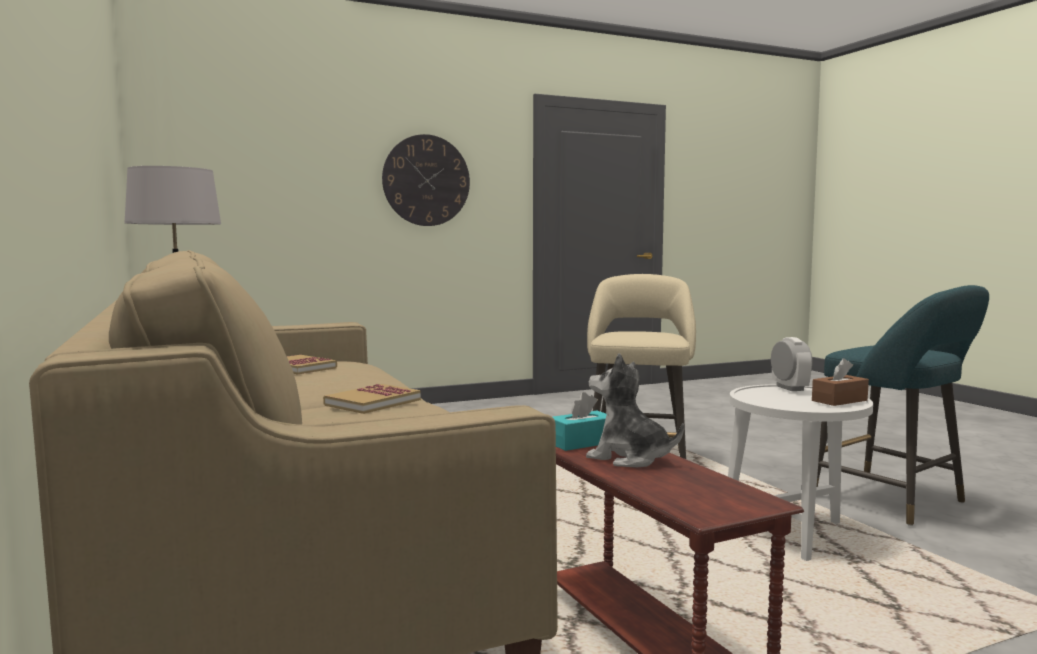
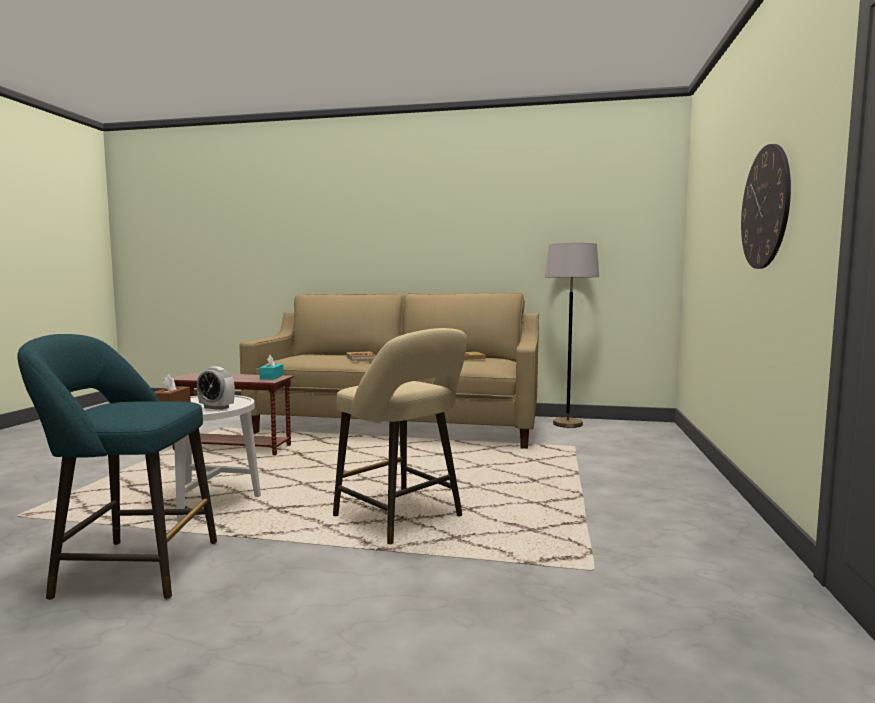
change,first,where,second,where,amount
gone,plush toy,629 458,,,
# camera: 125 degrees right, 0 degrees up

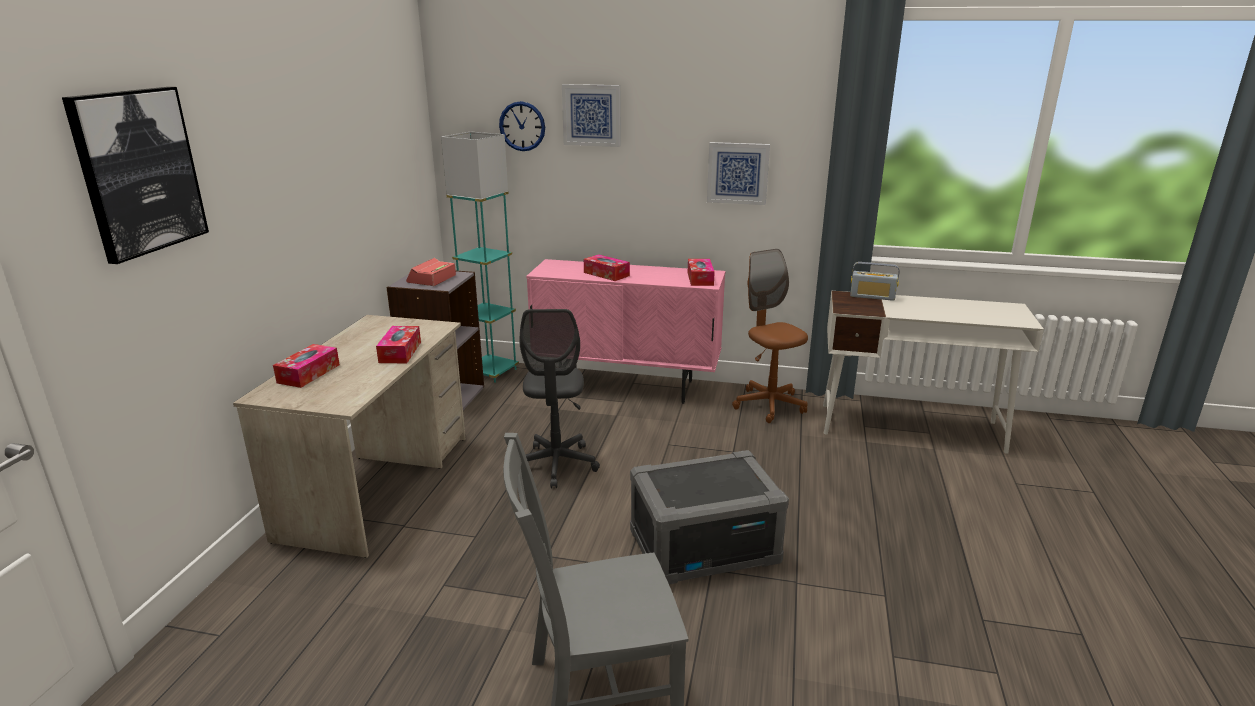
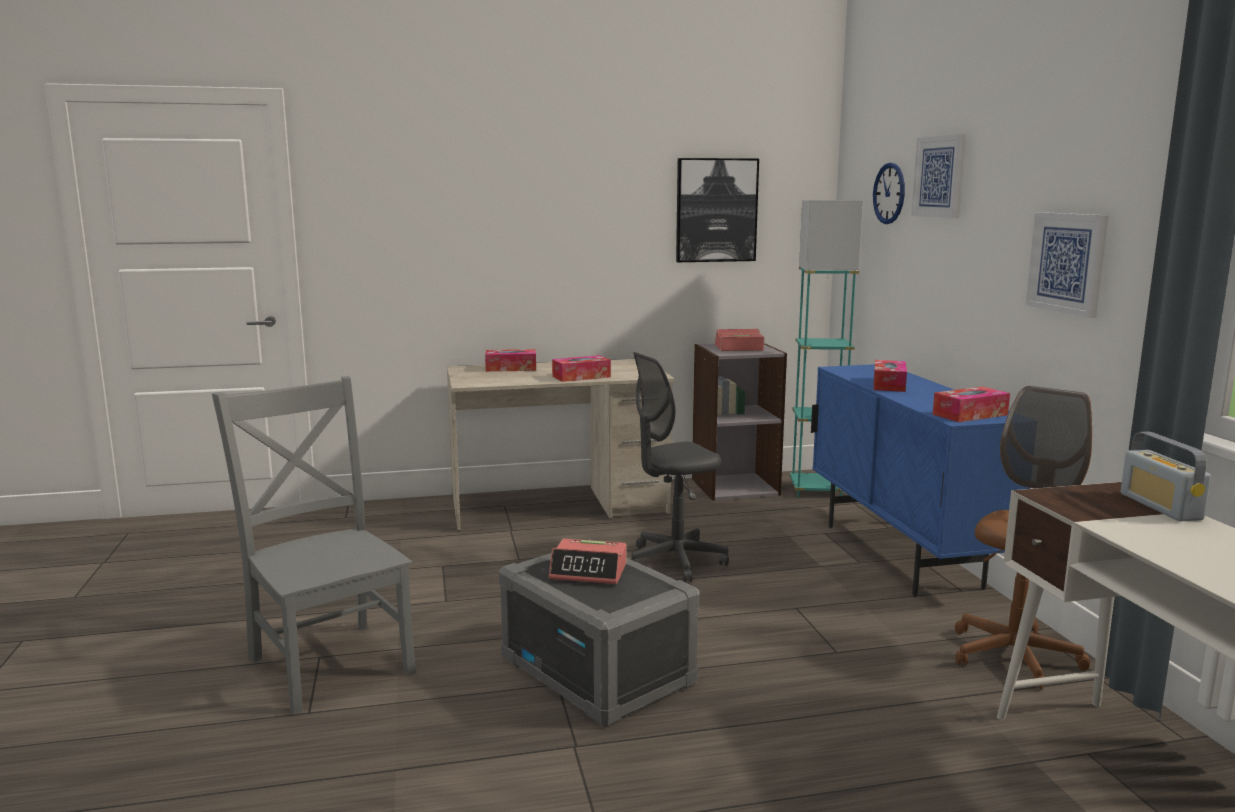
change,first,where,second,where,amount
shifted,picture,139 172,,716 210,
repainted,pink cabinet,627 386,blue cabinet,901 556,
new,,,alarm clock,589 571,
# camera: 65 degrees right, 10 degrees down

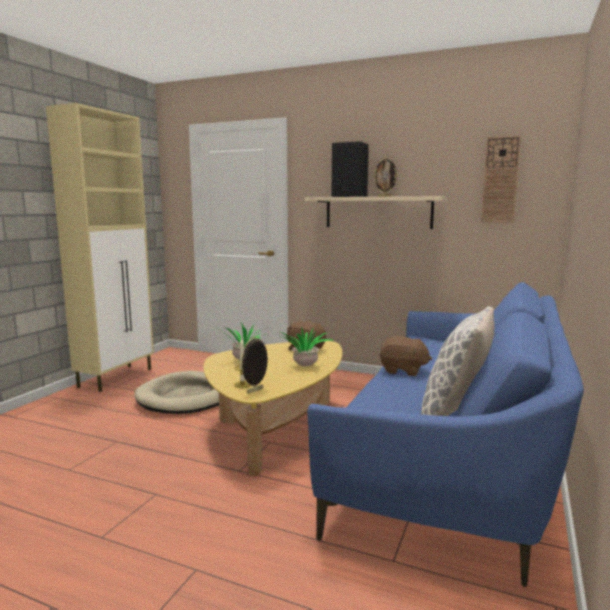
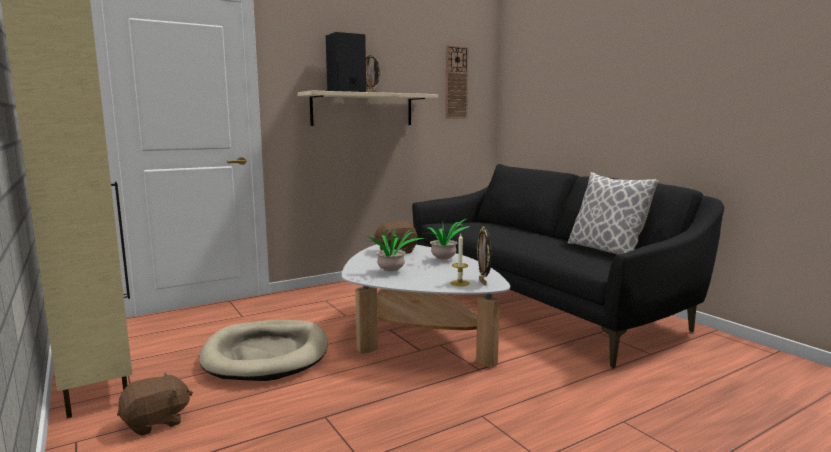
change,first,where,second,where,amount
repainted,yellow coffee table,276 428,white coffee table,417 336,
repainted,blue sofa,453 458,black sofa,541 301,
shifted,brown plush toy,403 370,,156 422,
# camera: 55 degrees left, 0 degrees up

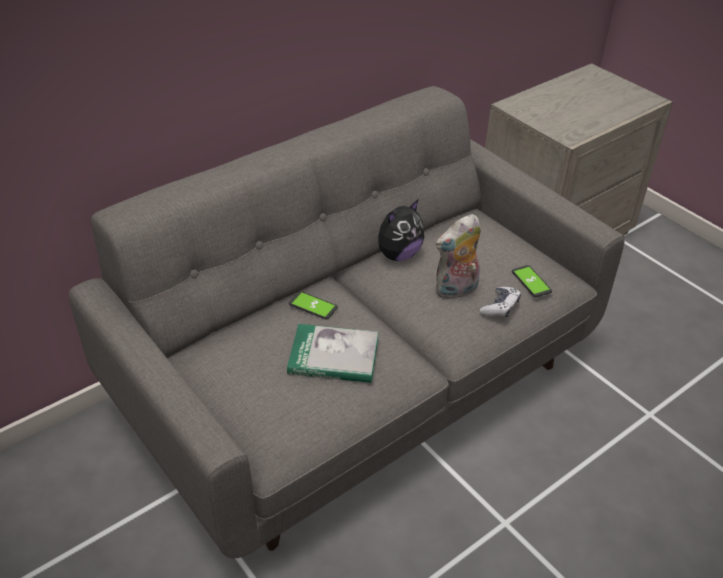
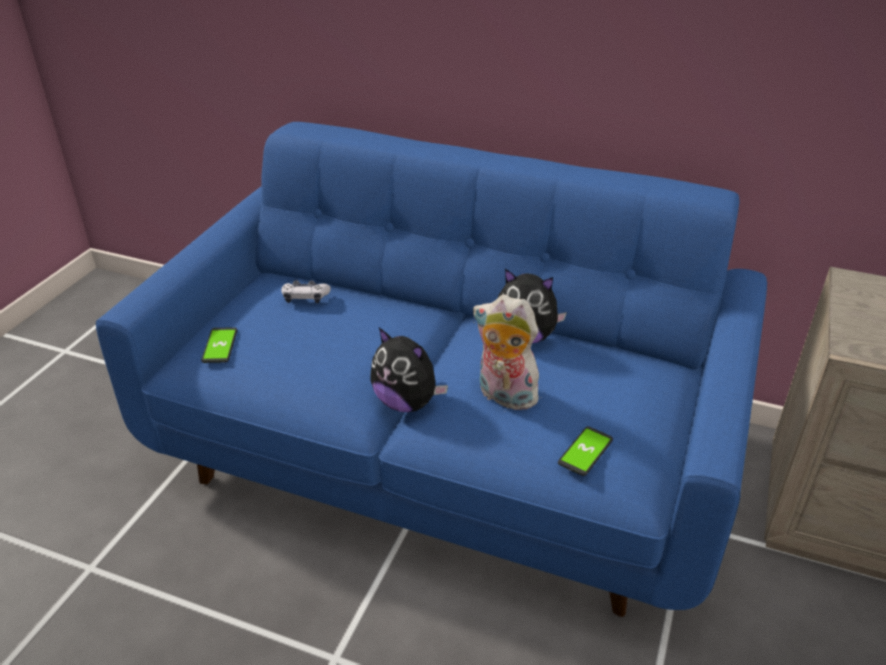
change,first,where,second,where,amount
repainted,grey sofa,359 382,blue sofa,445 452,
gone,book,333 357,,,
shifted,phone,313 306,,220 346,
shifted,game controller,500 307,,305 298,
new,,,plush toy,406 402,
# camera: 60 degrees right, 5 degrees down

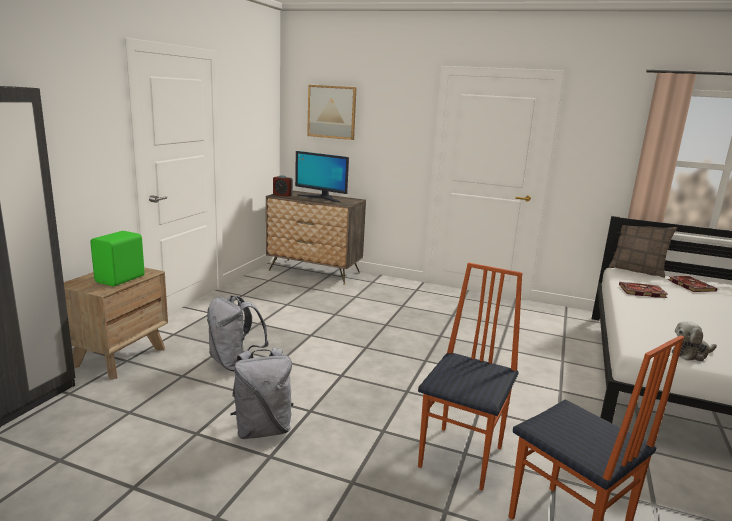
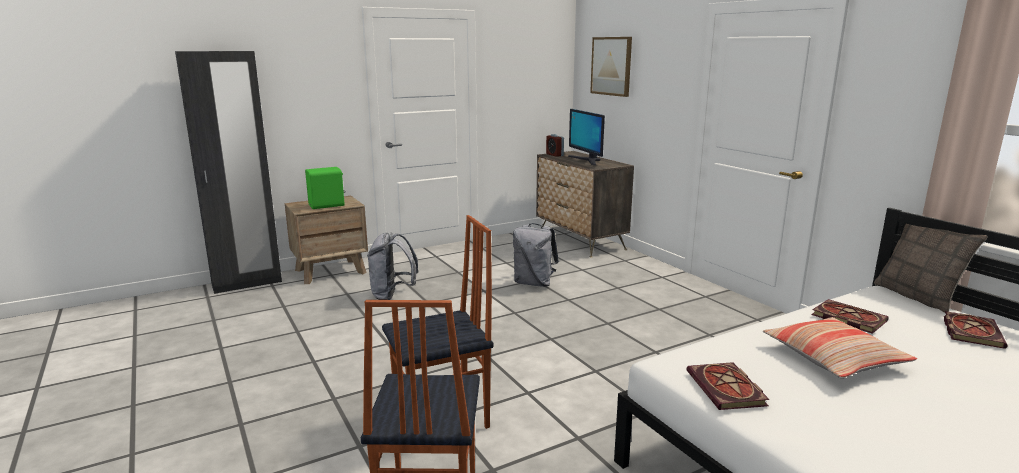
change,first,where,second,where,amount
shifted,grey backpack,263 429,,534 283,
swapped,plush toy,691 354,book,728 390,
new,,,pillow,834 358,
# camera: 40 degrees right, 0 degrees up

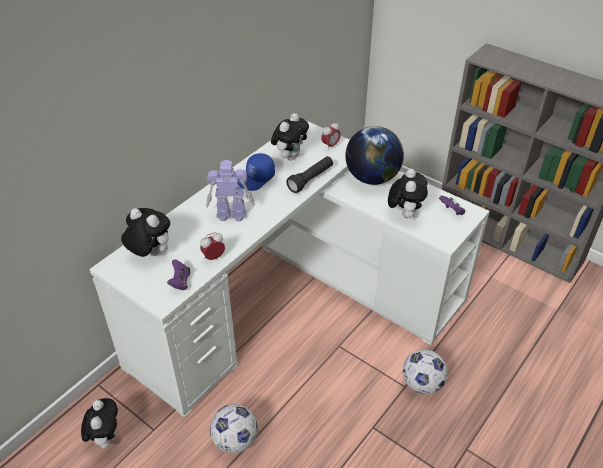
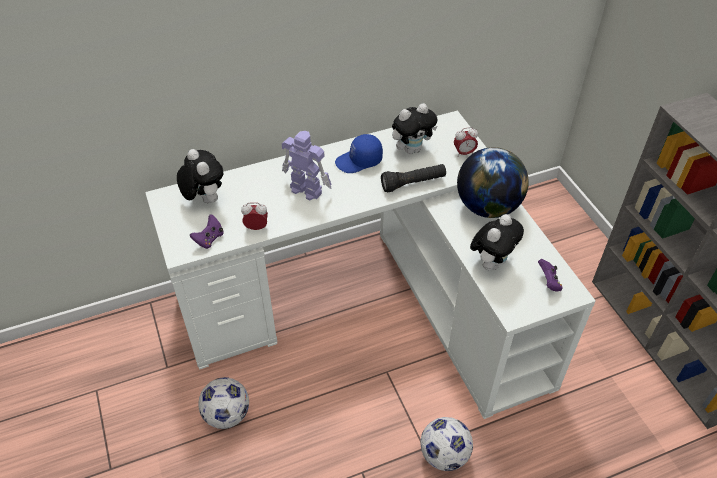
change,first,where,second,where,amount
gone,plush toy,105 437,,,
# camera: 30 degrees right, 5 degrees up

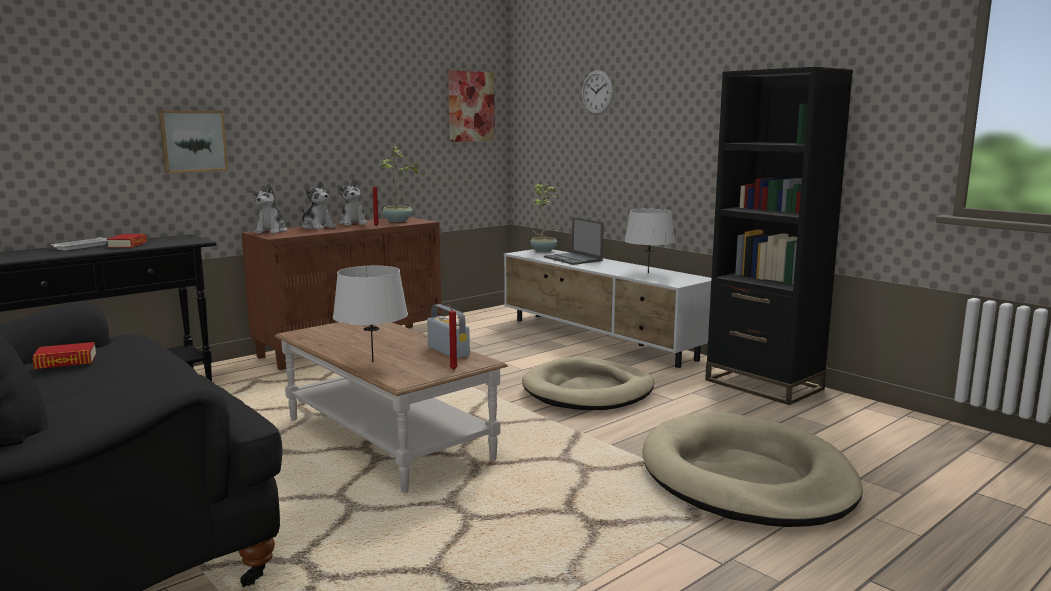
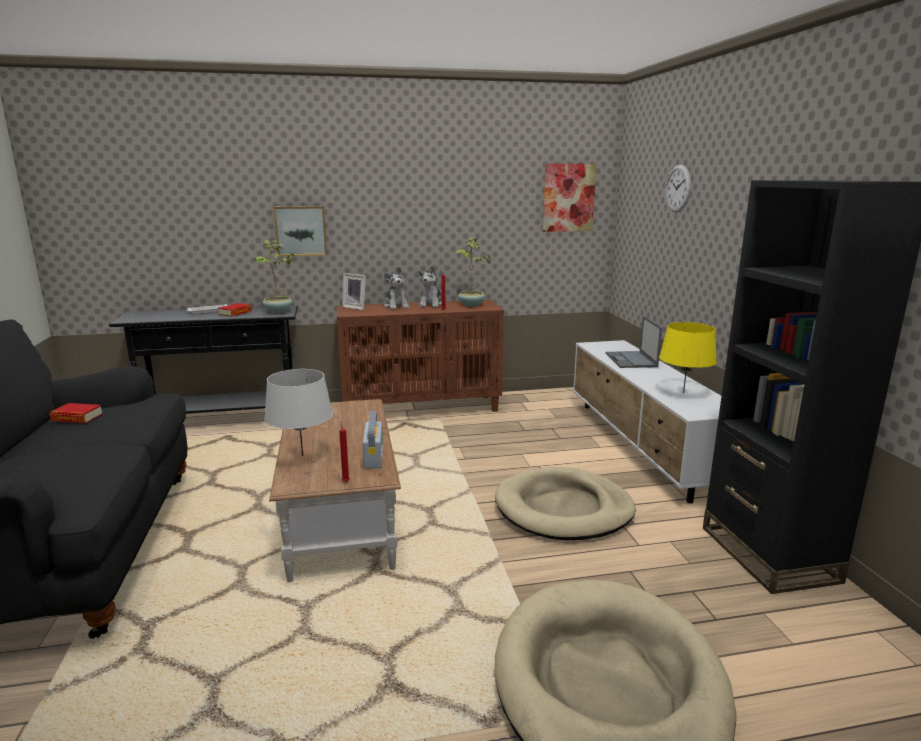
change,first,where,second,where,amount
swapped,plush toy,271 231,picture frame,356 307,
shifted,potted plant,544 251,,279 311,
repainted,grey table lamp,648 273,yellow table lamp,683 393,
# camera: 30 degrees right, 5 degrees up

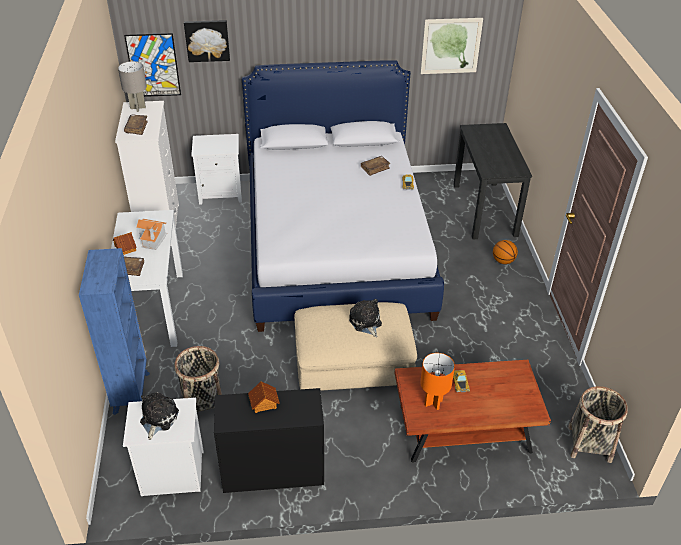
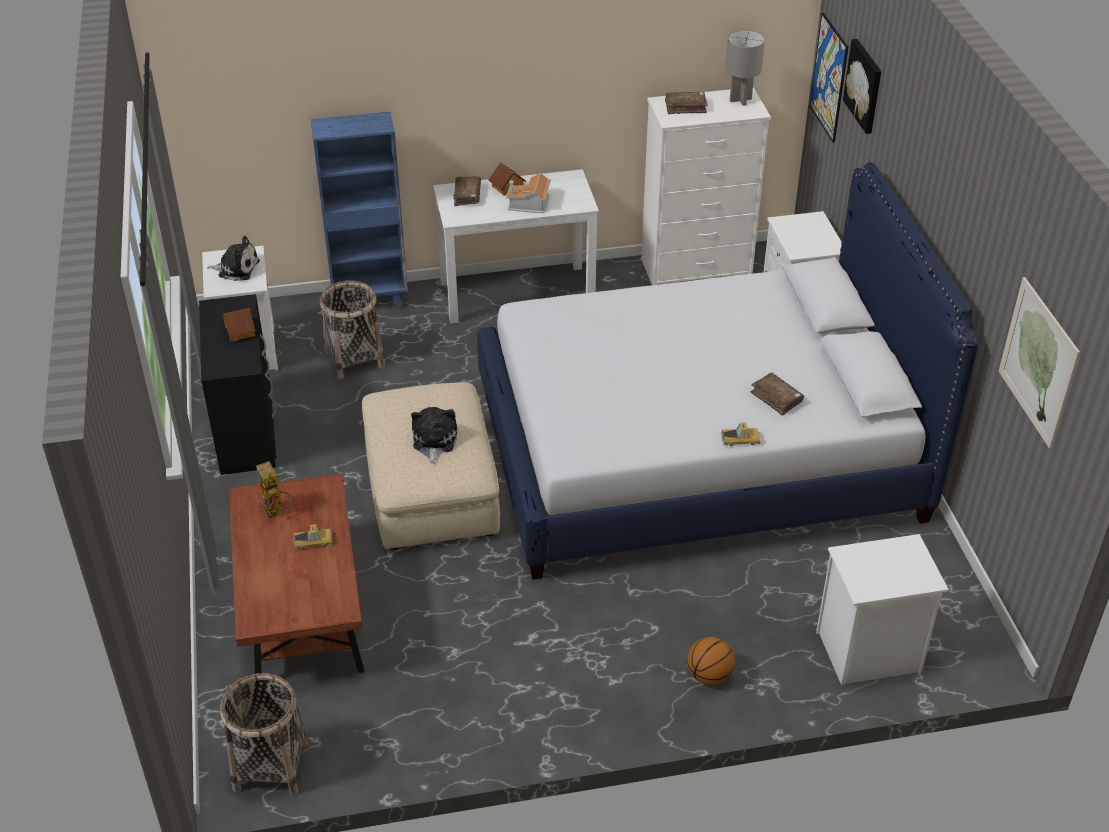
change,first,where,second,where,amount
rotated,plush toy,366 323,,433 441,60 degrees counterclockwise
swapped,orange table lamp,433 402,toy robot,276 512,
swapped,black desk,484 210,white nightstand,868 653,
# camera: 85 degrees right, 0 degrees up

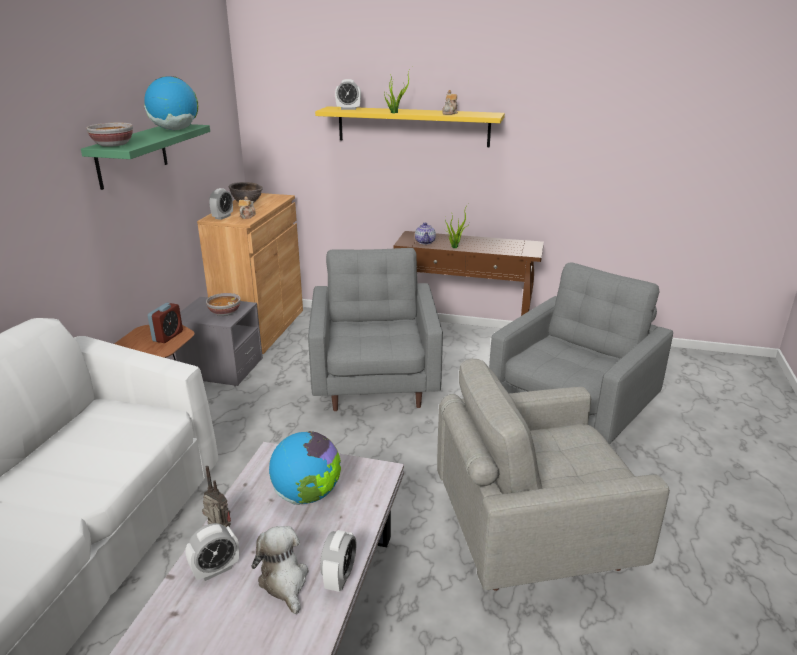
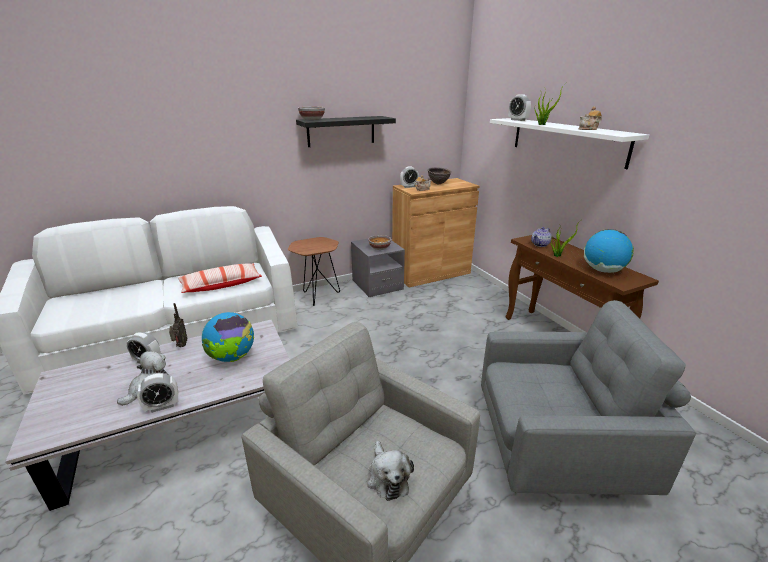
change,first,where,second,where,amount
repainted,green shelf,132 155,black shelf,341 131,
shifted,globe,175 130,,603 270,
gone,alarm clock,168 336,,,
gone,grey armchair,376 382,,,
repainted,yellow shelf,413 126,white shelf,566 141,
new,,,pillow,221 285,
new,,,plush toy,387 477,
# camera: 50 degrees right, 0 degrees up

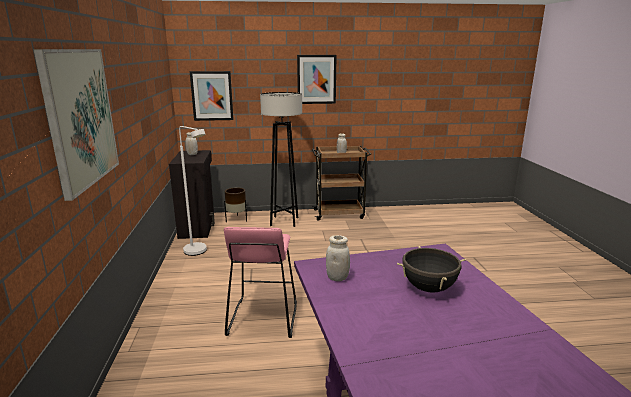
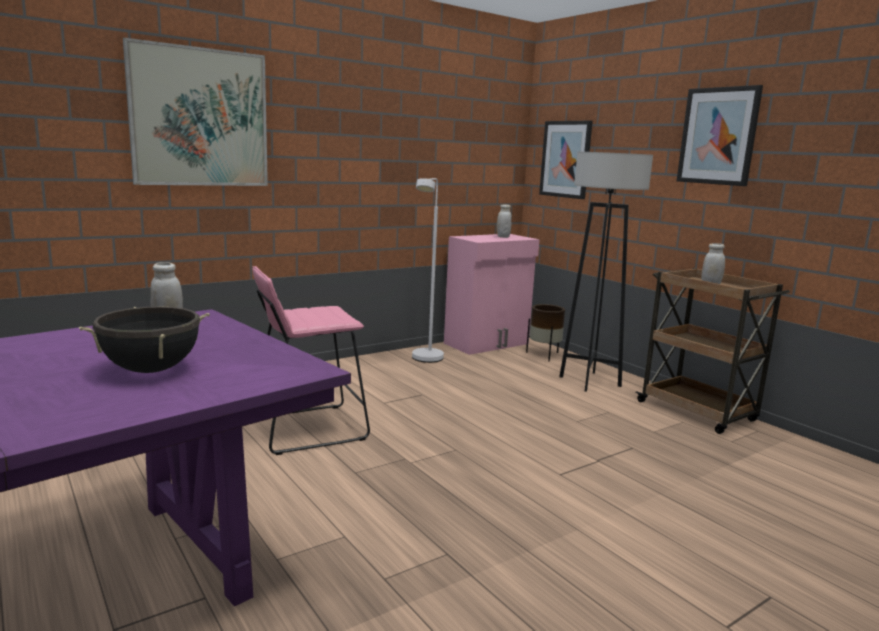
change,first,where,second,where,amount
repainted,black cabinet,198 227,pink cabinet,487 344,
# camera: 60 degrees right, 5 degrees down

